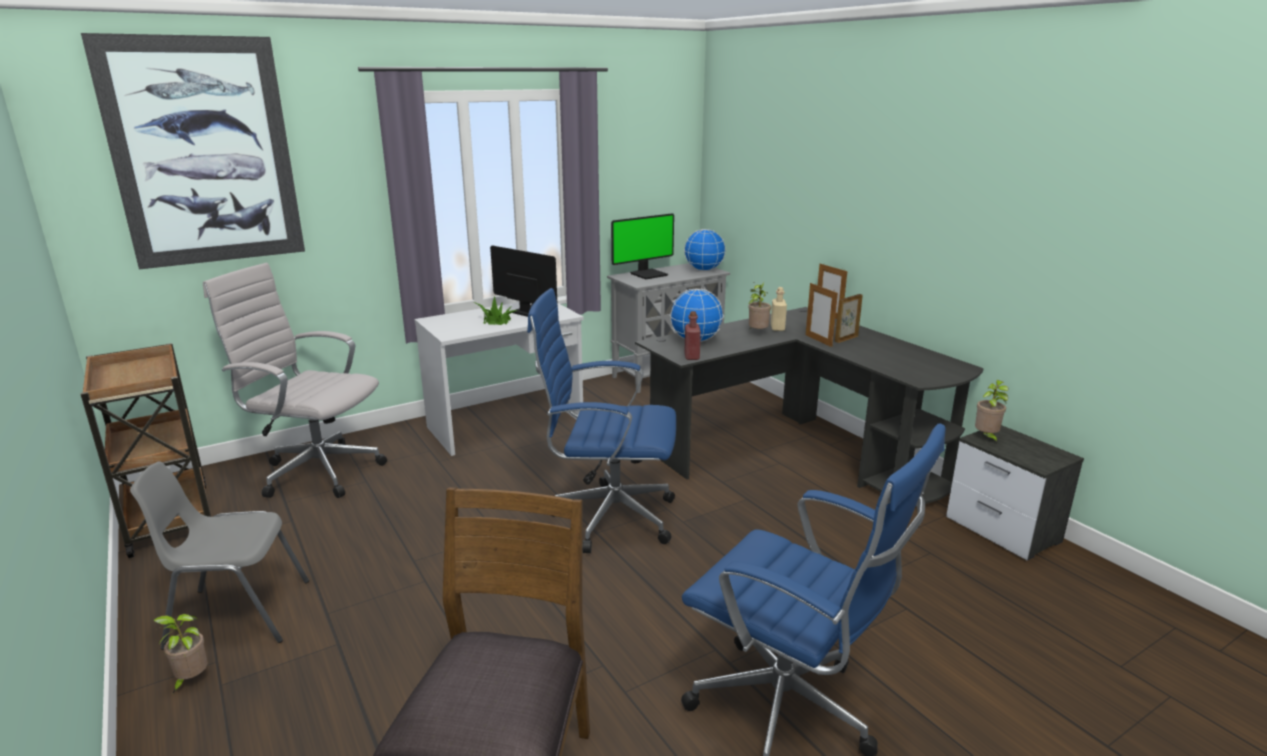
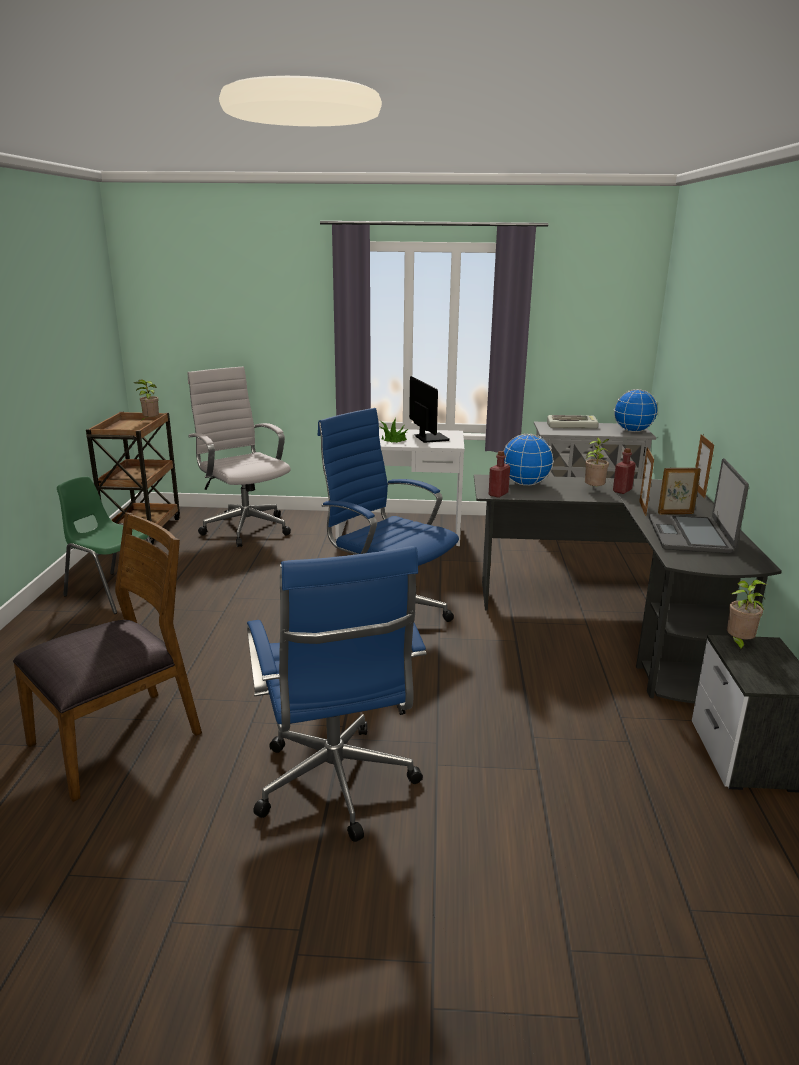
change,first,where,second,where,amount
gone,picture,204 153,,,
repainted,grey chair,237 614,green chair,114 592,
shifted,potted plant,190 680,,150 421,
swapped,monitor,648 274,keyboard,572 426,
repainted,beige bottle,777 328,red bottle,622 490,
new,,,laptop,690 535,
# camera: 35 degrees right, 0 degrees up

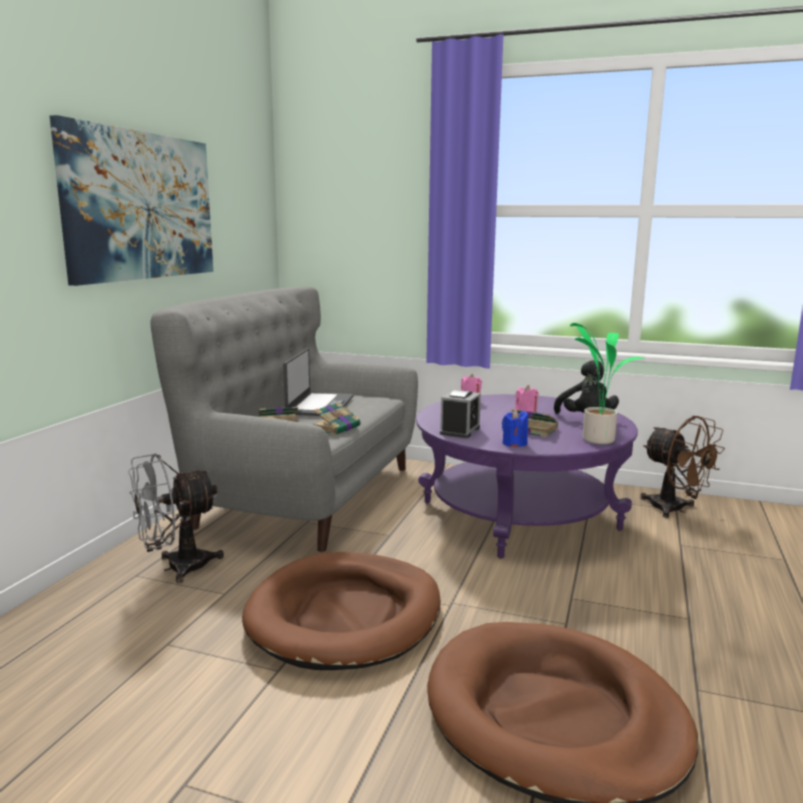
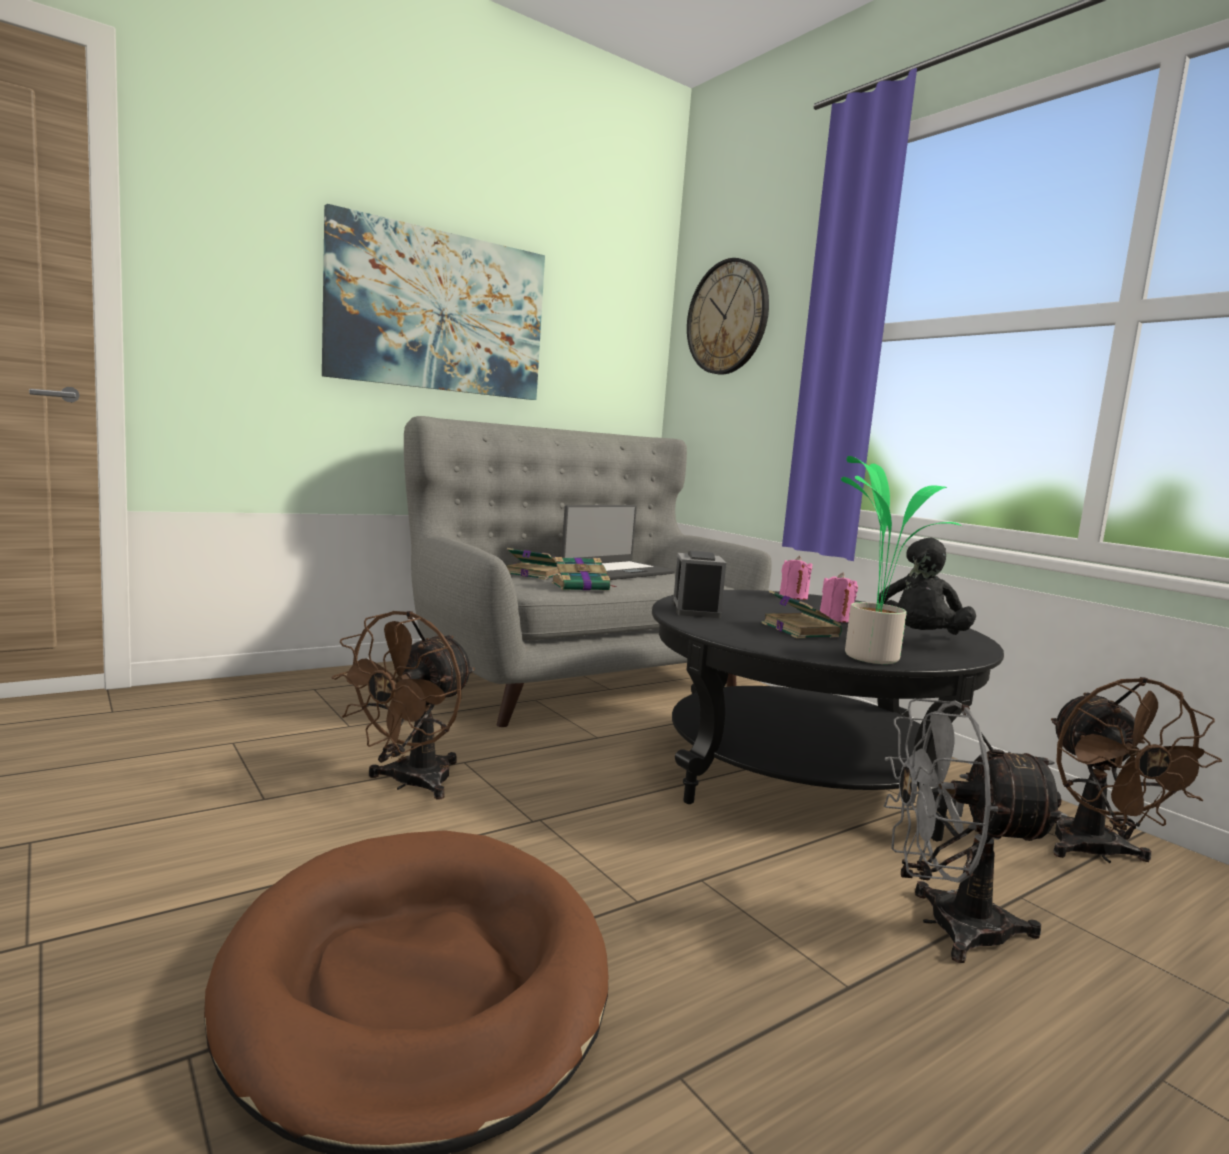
change,first,where,second,where,amount
shifted,grey fan,176 568,,946 925,
swapped,brown dog bed,345 615,brown fan,410 784,
repainted,purple coffee table,518 515,black coffee table,800 773,
rotated,alarm clock,460 431,,696 610,120 degrees clockwise
gone,blue candle,514 443,,,
new,,,wall clock,727 317,
# camera: 35 degrees right, 5 degrees down

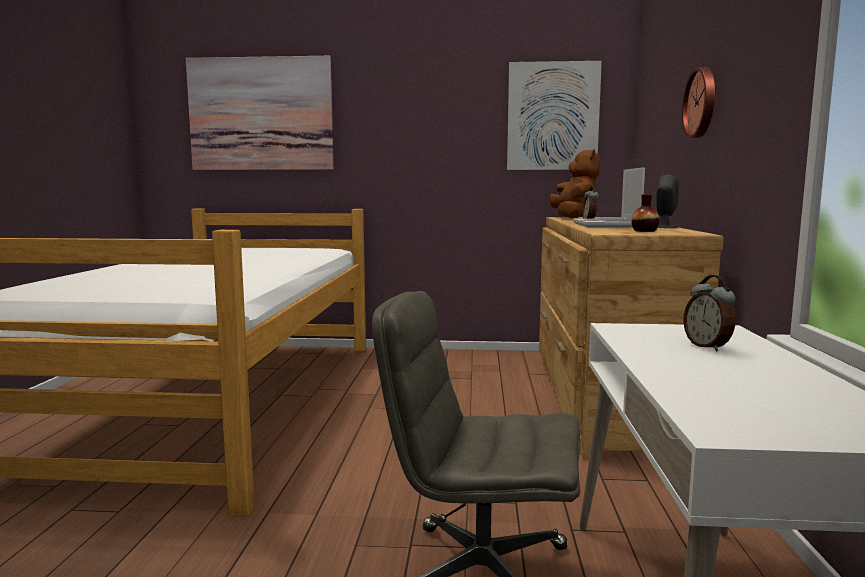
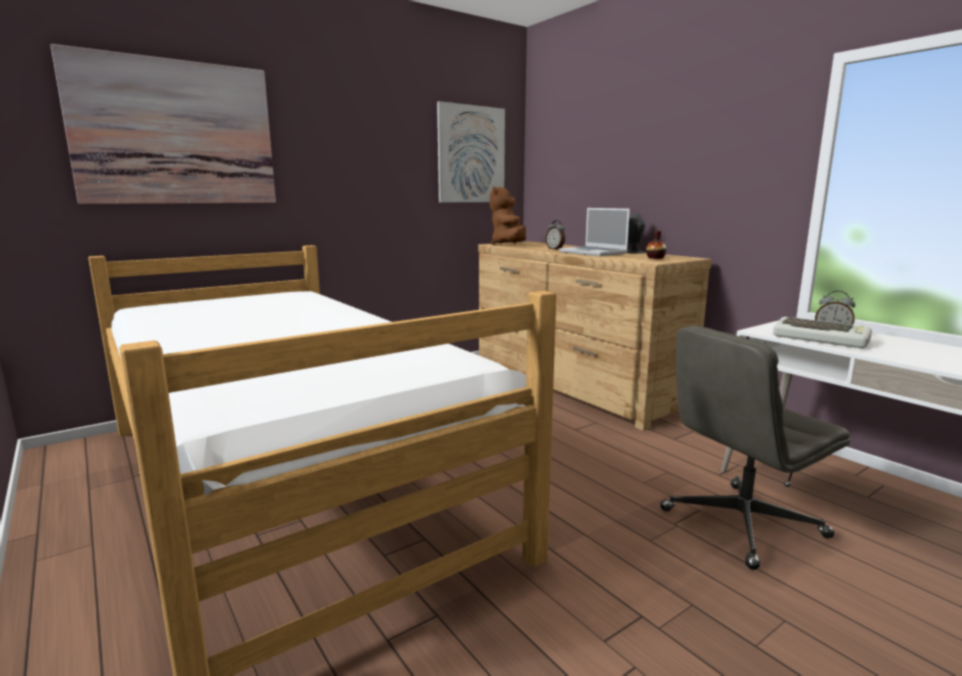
change,first,where,second,where,amount
rotated,brown plush toy,573 218,,509 244,135 degrees counterclockwise
gone,wall clock,702 103,,,
new,,,keyboard,821 339,
# camera: 40 degrees left, 5 degrees up

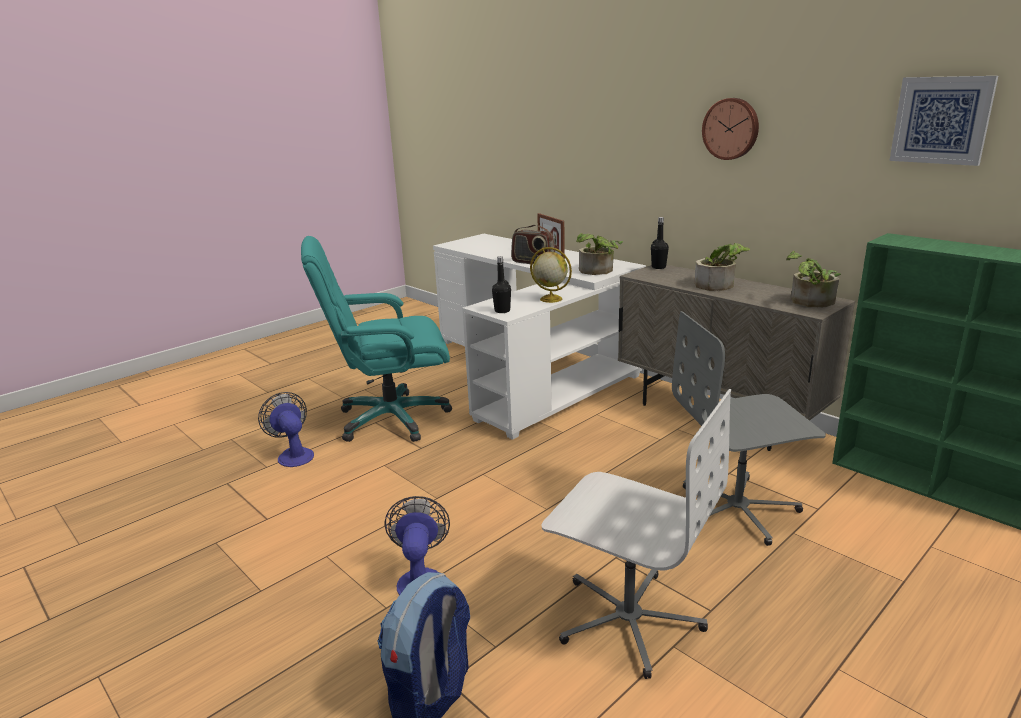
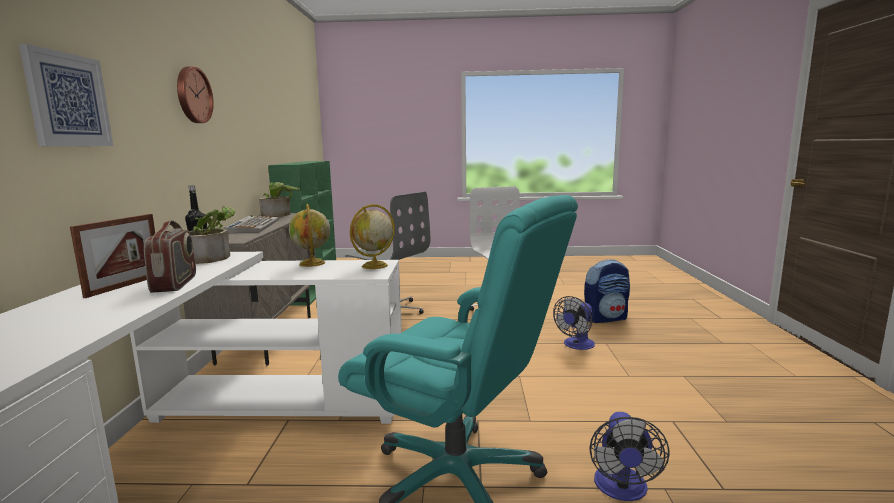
change,first,where,second,where,amount
swapped,black bottle,502 311,globe,374 266,
swapped,potted plant,719 285,keyboard,252 226,
shifted,picture,941 120,,68 100,
# camera: 135 degrees left, 10 degrees down

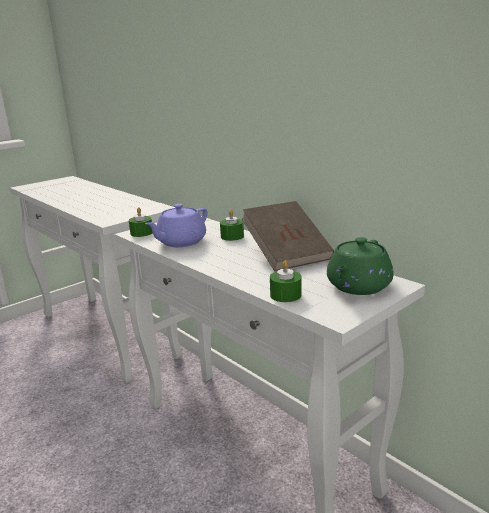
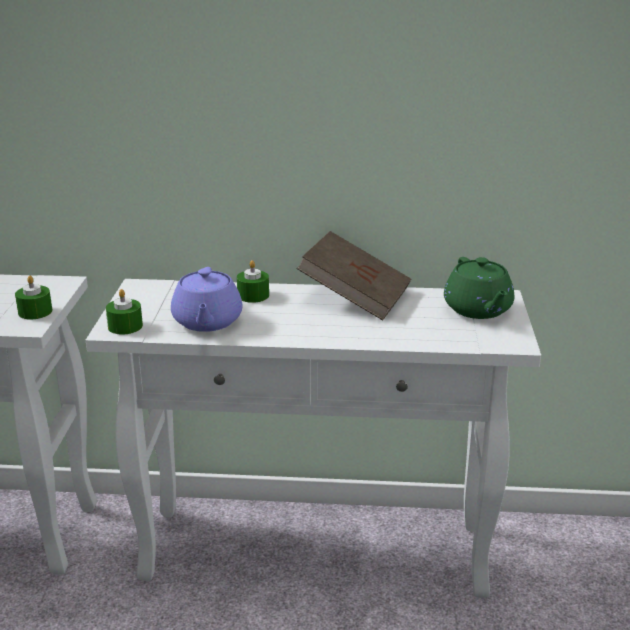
change,first,where,second,where,amount
shifted,green candle,285 295,,35 312,
# camera: 45 degrees left, 5 degrees up

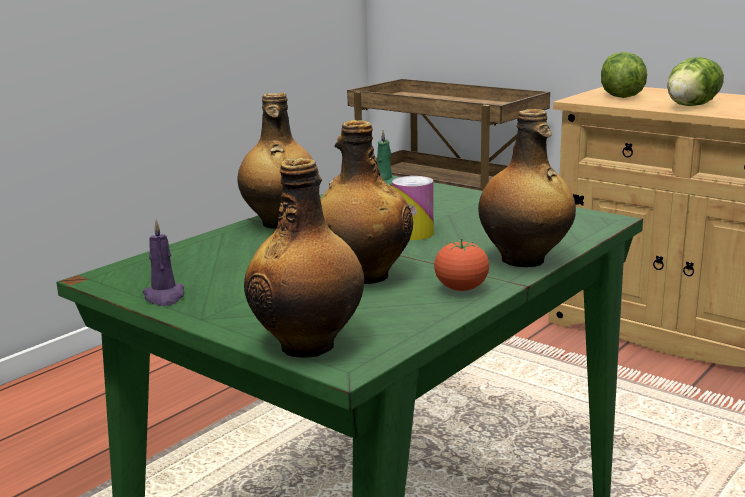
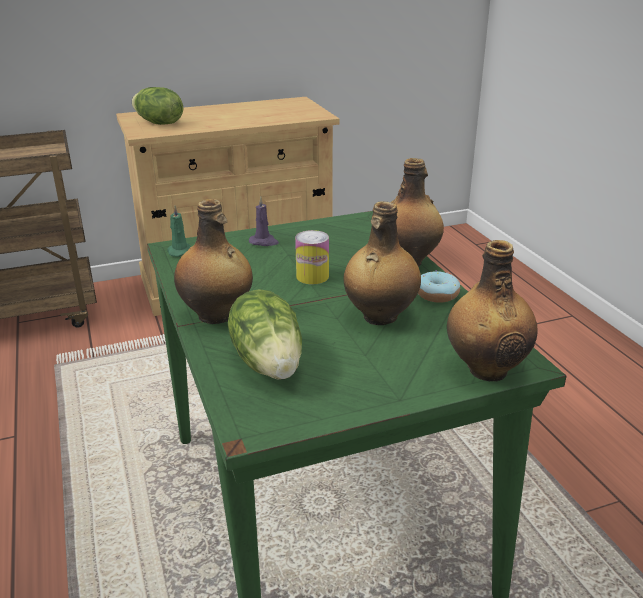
change,first,where,second,where,amount
shifted,purple candle,164 297,,264 242,
swapped,tomato,461 289,donut,437 294,
shifted,lettuce,692 106,,269 362,
# camera: 60 degrees left, 10 degrees up

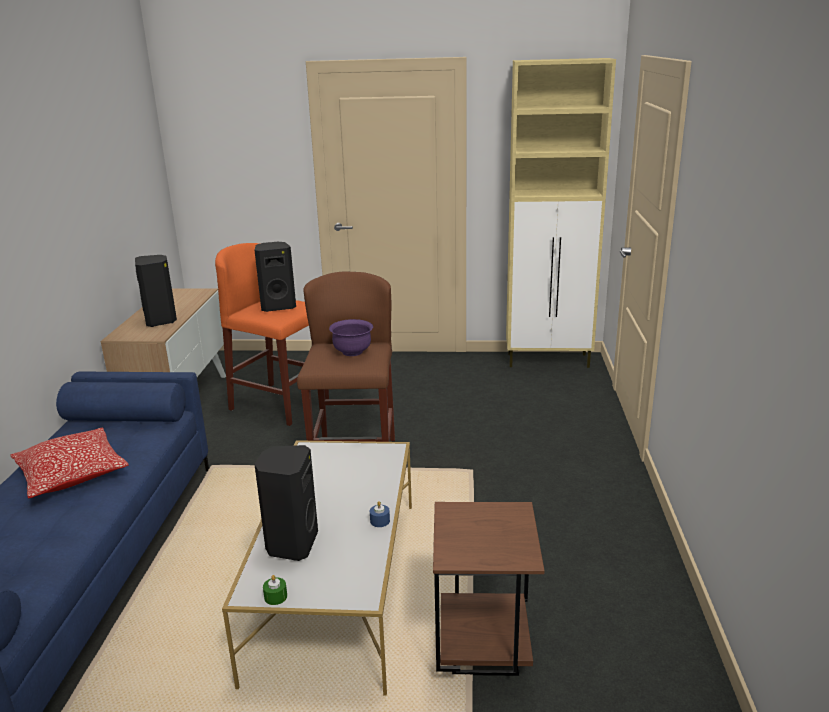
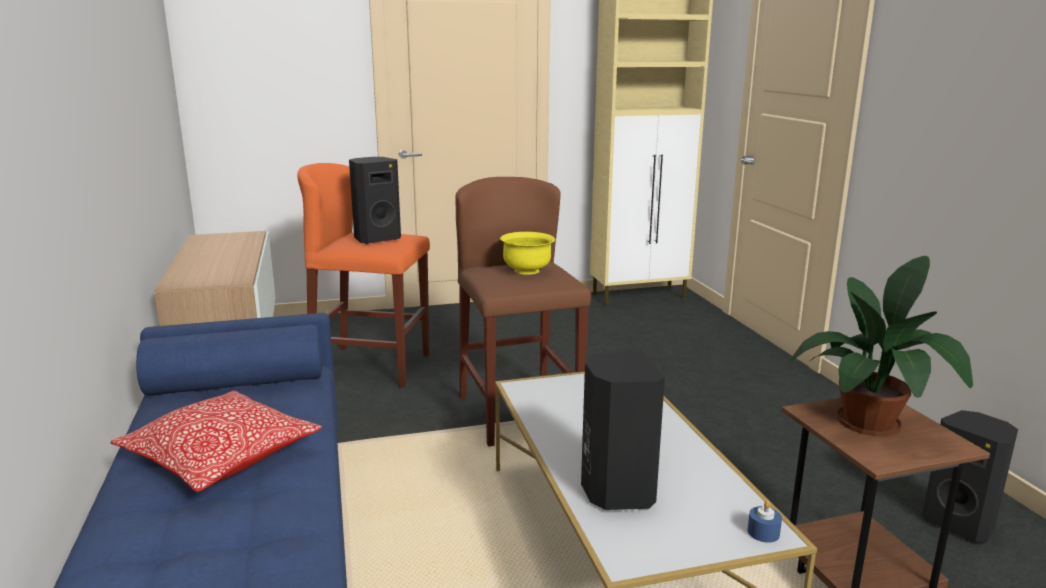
change,first,where,second,where,amount
shifted,black speaker,161 321,,960 524,
gone,green candle,275 597,,,
repainted,purple bowl,352 352,yellow bowl,527 271,
shifted,blue candle,380 521,,763 532,
new,,,potted plant,874 422,
# camera: 20 degrees left, 5 degrees down

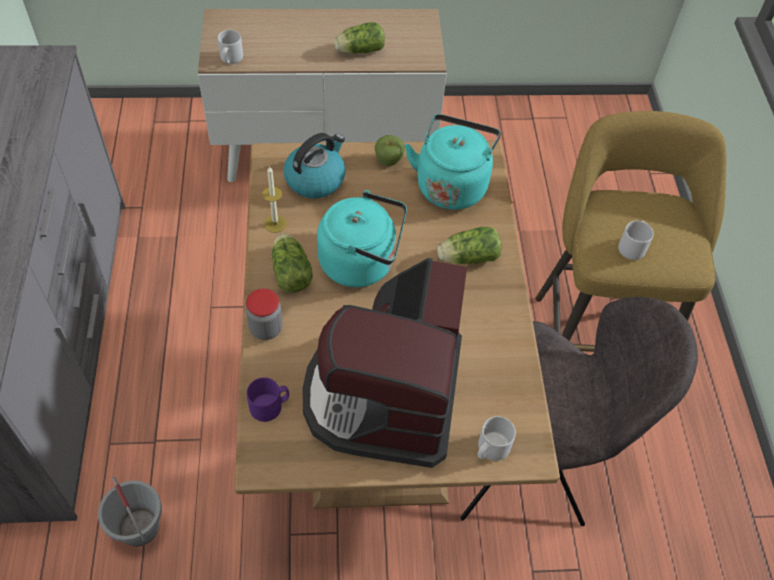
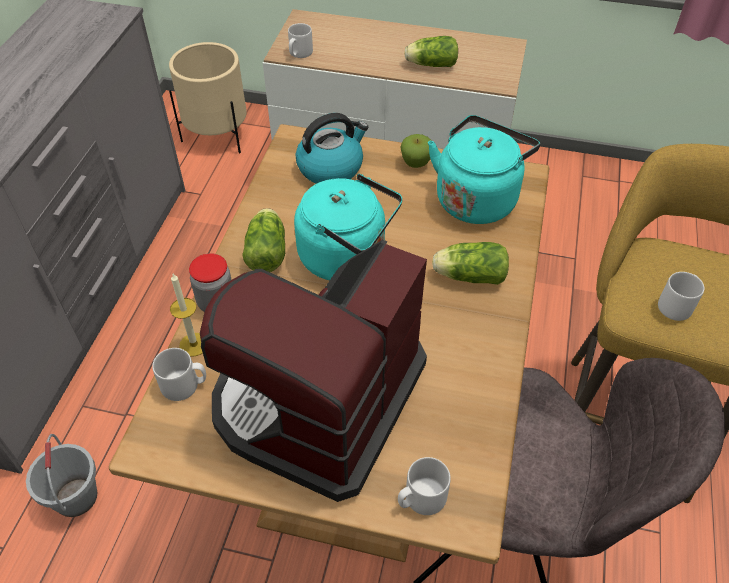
change,first,where,second,where,amount
repainted,purple mug,270 406,grey mug,184 385,
shifted,candle,275 223,,194 344,
new,,,beige planter,217 136,
# camera: 20 degrees right, 5 degrees down

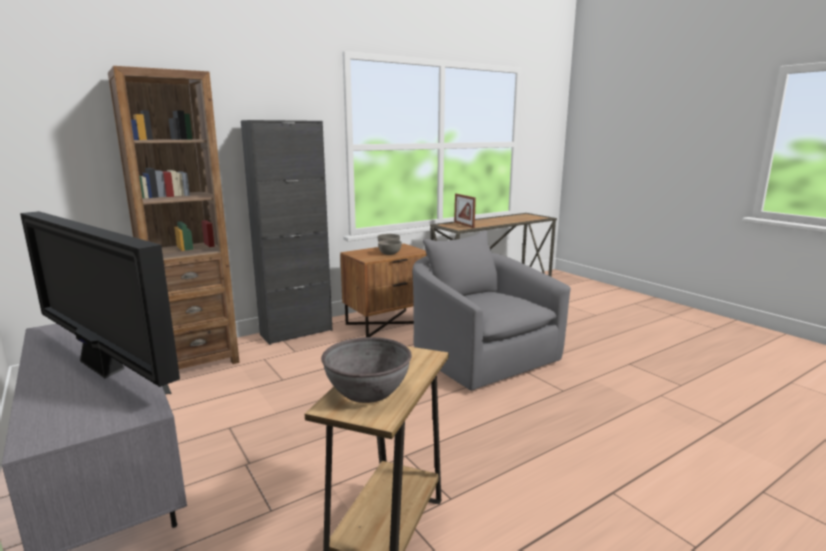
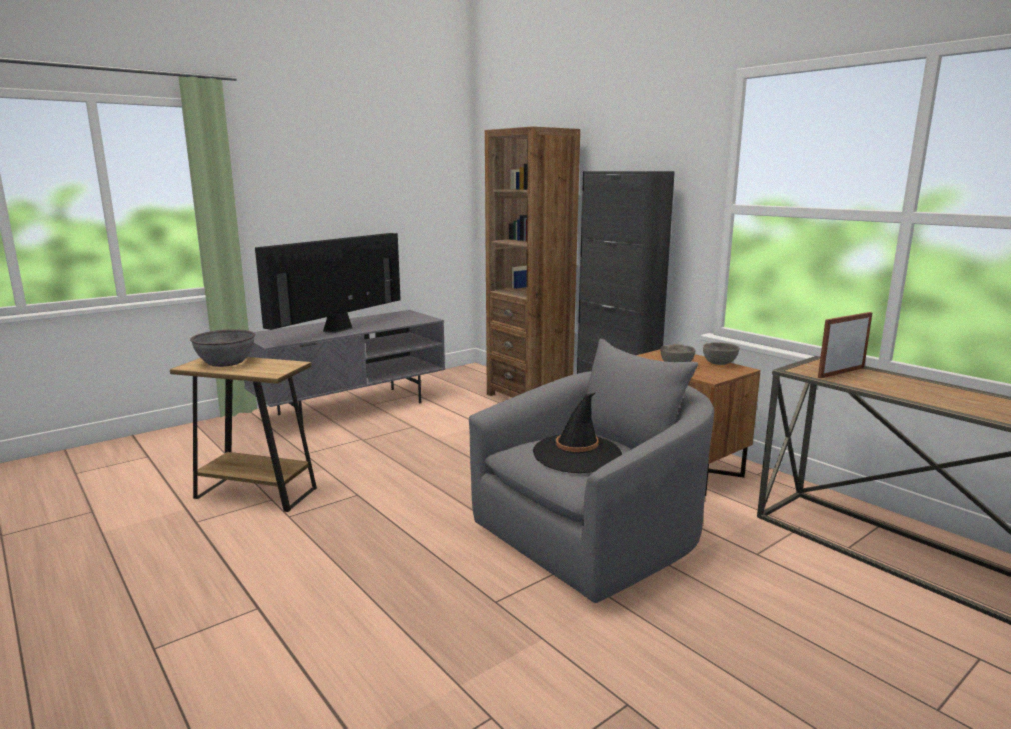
change,first,where,second,where,amount
new,,,black hat,577 454,
# camera: 85 degrees right, 0 degrees up

